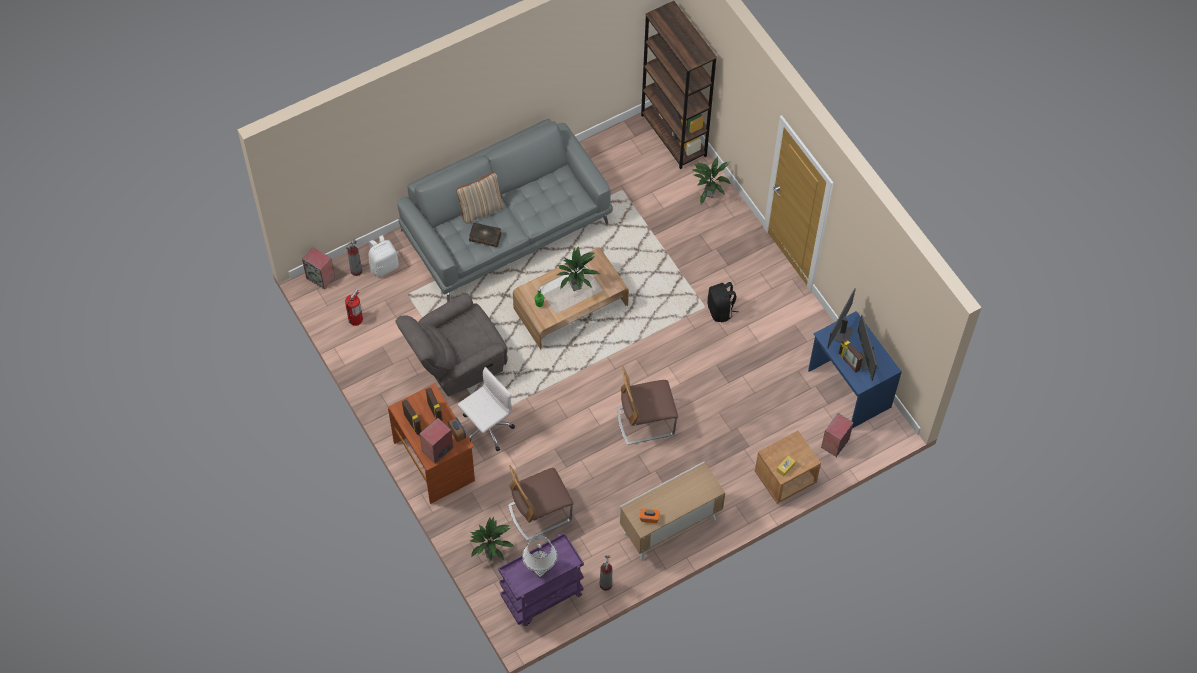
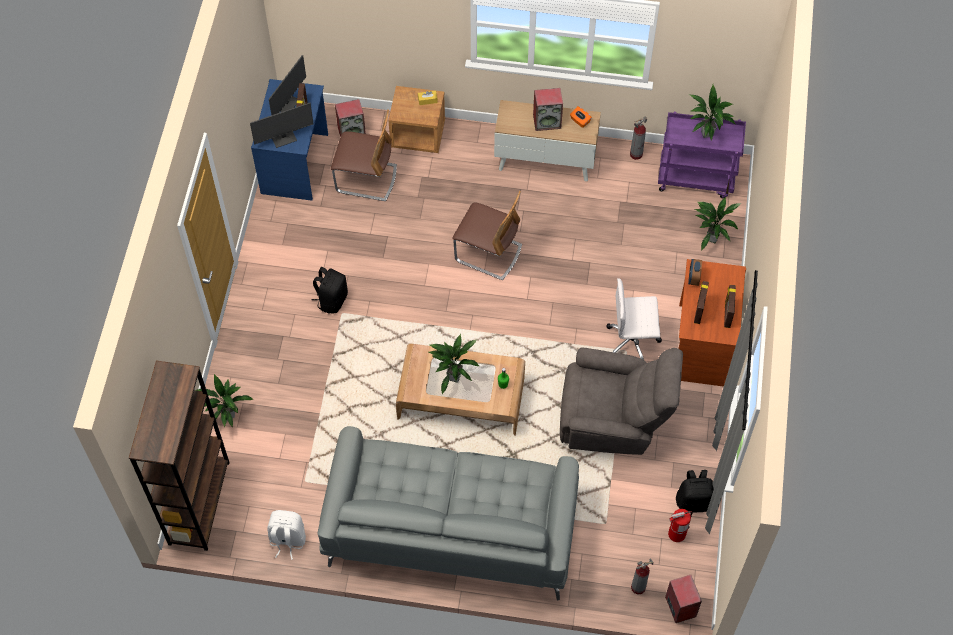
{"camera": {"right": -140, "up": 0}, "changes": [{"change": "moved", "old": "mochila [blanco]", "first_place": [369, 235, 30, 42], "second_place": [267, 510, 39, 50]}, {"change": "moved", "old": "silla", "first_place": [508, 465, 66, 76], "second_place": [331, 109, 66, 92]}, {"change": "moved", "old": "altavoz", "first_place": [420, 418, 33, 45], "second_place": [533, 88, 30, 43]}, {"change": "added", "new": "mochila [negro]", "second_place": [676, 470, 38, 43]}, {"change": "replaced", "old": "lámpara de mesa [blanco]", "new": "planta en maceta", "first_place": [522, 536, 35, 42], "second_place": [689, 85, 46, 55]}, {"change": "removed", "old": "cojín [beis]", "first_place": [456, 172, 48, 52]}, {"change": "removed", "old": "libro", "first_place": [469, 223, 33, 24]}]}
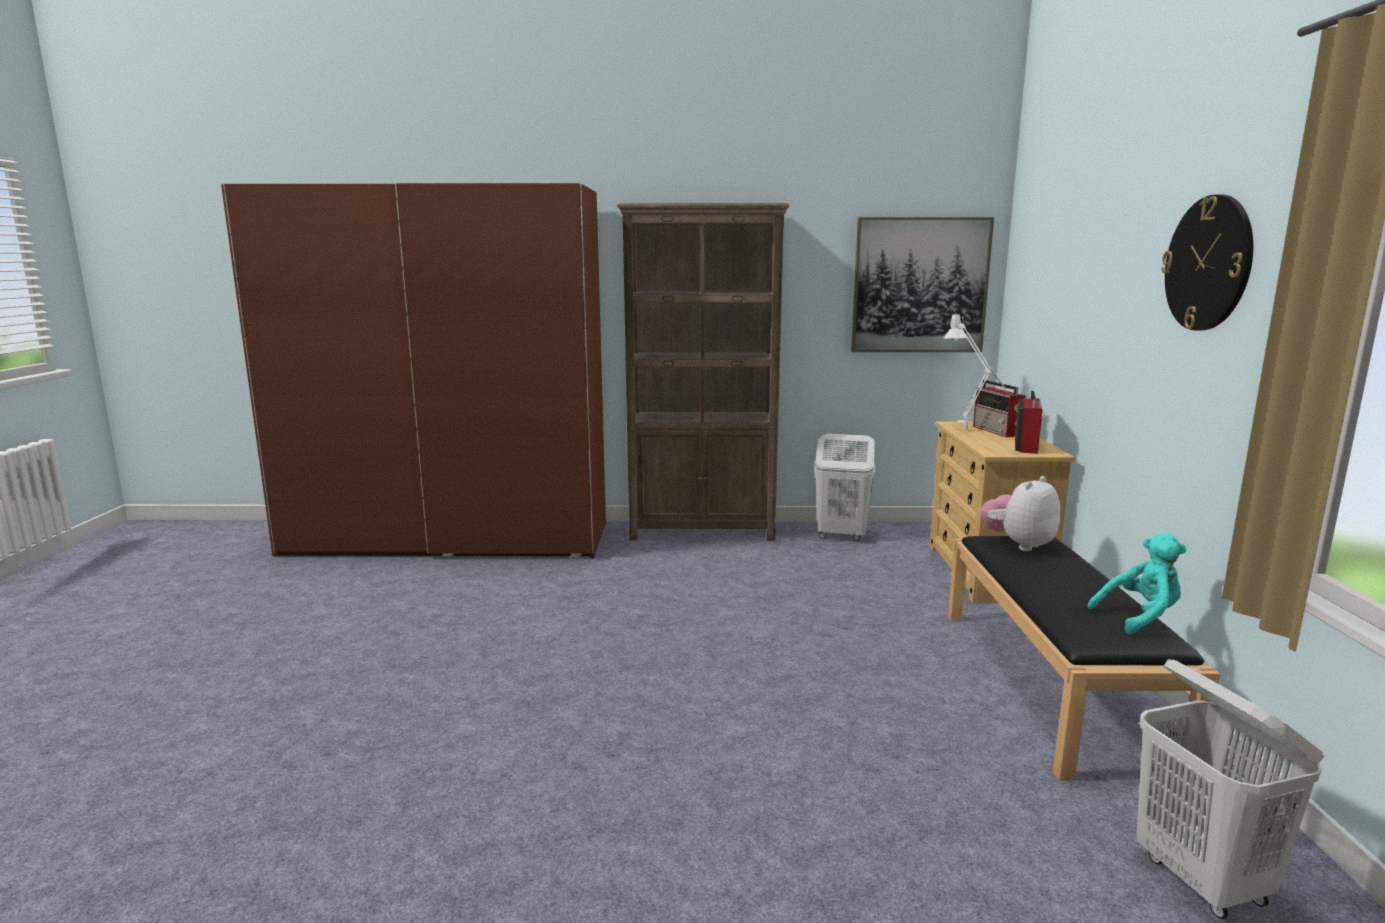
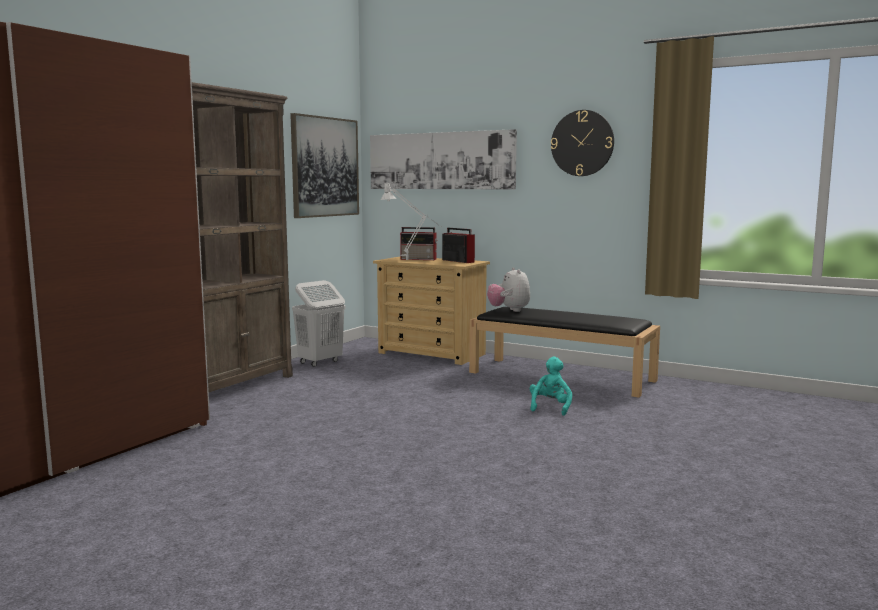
{"camera": {"right": -60, "up": -5}, "changes": [{"change": "added", "new": "cuadro", "second_place": [370, 129, 147, 61]}, {"change": "moved", "old": "peluche [turquesa]", "first_place": [1088, 533, 98, 102], "second_place": [530, 357, 42, 59]}, {"change": "removed", "old": "cesto de la ropa [blanco]", "first_place": [1137, 659, 187, 260]}]}
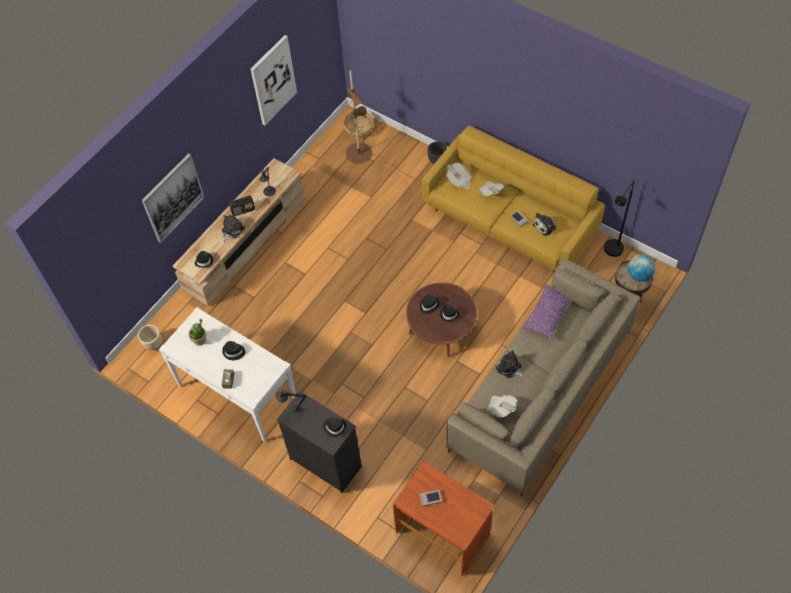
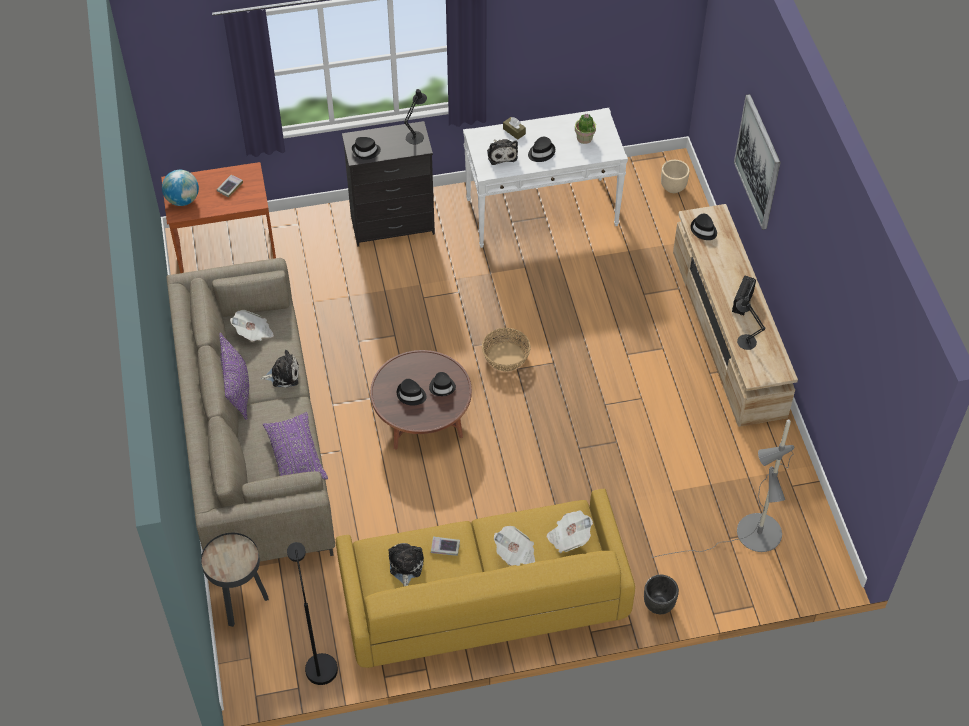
{"camera": {"right": 130, "up": -5}, "changes": [{"change": "moved", "old": "globo terráqueo", "first_place": [628, 254, 27, 28], "second_place": [162, 170, 37, 36]}, {"change": "added", "new": "cojín [morado]", "second_place": [219, 333, 30, 87]}, {"change": "moved", "old": "cesta", "first_place": [343, 113, 31, 25], "second_place": [482, 328, 49, 44]}, {"change": "moved", "old": "peluche", "first_place": [222, 215, 23, 27], "second_place": [487, 139, 31, 26]}, {"change": "recoloured", "old": "lámpara de pie [marrón]", "new": "lámpara de pie [gris]", "first_place": [346, 70, 69, 109], "second_place": [652, 420, 142, 138]}, {"change": "removed", "old": "cuadro", "first_place": [251, 35, 46, 90]}]}
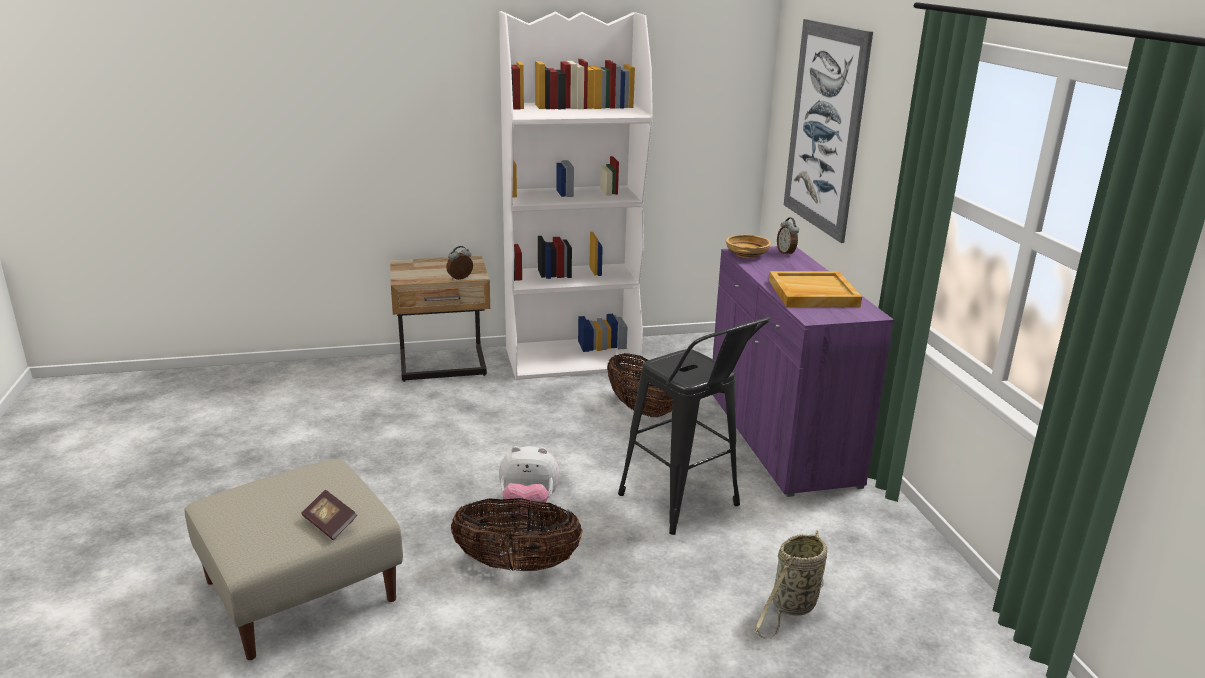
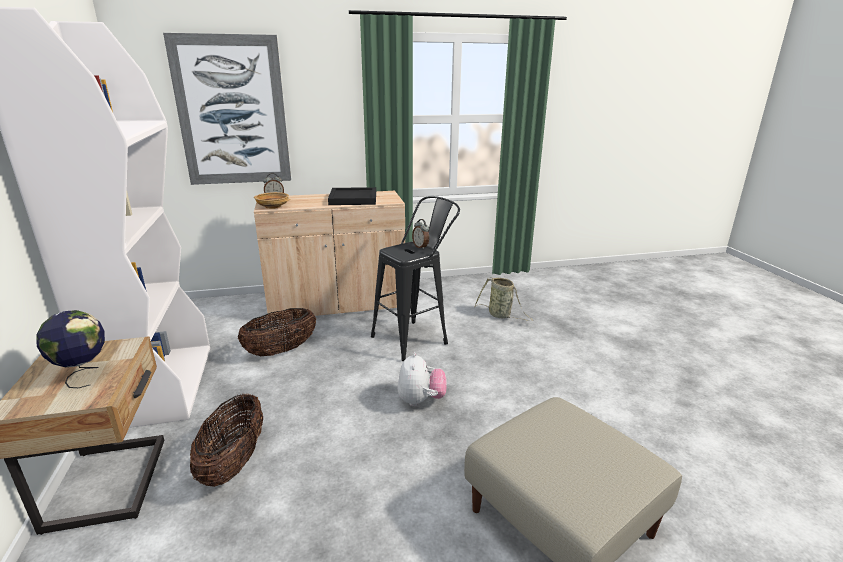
{"camera": {"right": -90, "up": 0}, "changes": [{"change": "added", "new": "globo terráqueo", "second_place": [37, 310, 68, 78]}, {"change": "moved", "old": "cesta", "first_place": [451, 498, 132, 73], "second_place": [190, 393, 73, 94]}, {"change": "recoloured", "old": "armario [morado]", "new": "armario [beis]", "first_place": [713, 246, 181, 251], "second_place": [254, 191, 151, 128]}, {"change": "recoloured", "old": "bandeja [beis]", "new": "bandeja [negro]", "first_place": [769, 271, 93, 36], "second_place": [328, 187, 48, 18]}, {"change": "moved", "old": "despertador", "first_place": [446, 246, 27, 34], "second_place": [412, 219, 17, 30]}, {"change": "removed", "old": "libro", "first_place": [302, 490, 55, 50]}]}
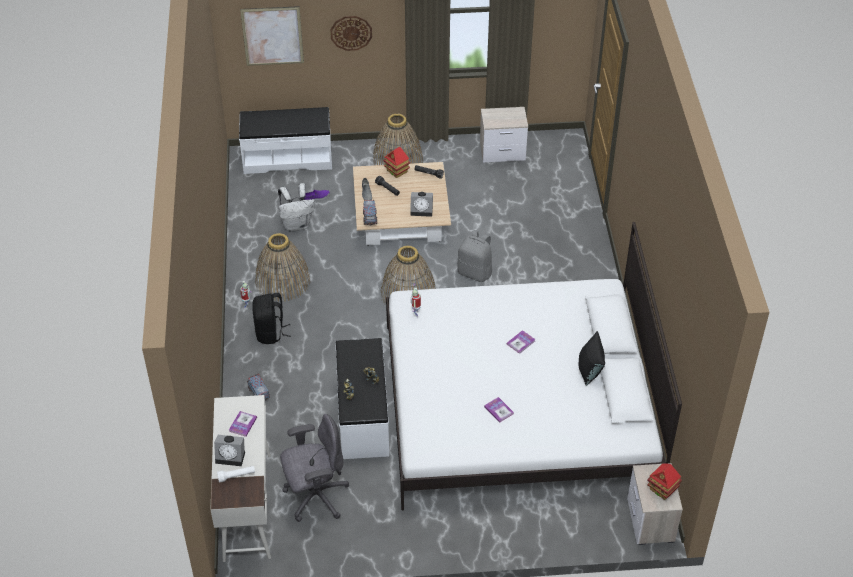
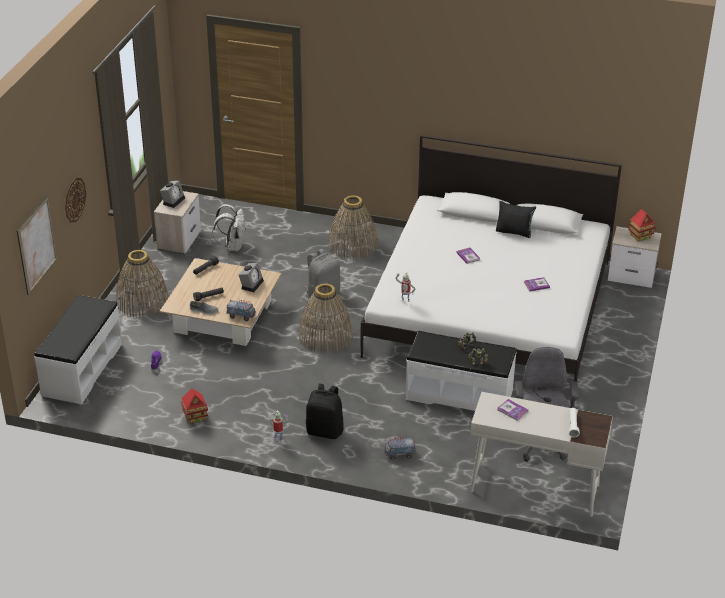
{"camera": {"right": -70, "up": -10}, "changes": [{"change": "moved", "old": "despertador", "first_place": [214, 435, 31, 31], "second_place": [160, 181, 25, 27]}, {"change": "moved", "old": "casita", "first_place": [383, 147, 28, 31], "second_place": [181, 388, 27, 36]}, {"change": "moved", "old": "mochila [blanco]", "first_place": [278, 183, 37, 48], "second_place": [212, 204, 33, 48]}, {"change": "moved", "old": "cesta", "first_place": [256, 233, 54, 69], "second_place": [328, 195, 50, 65]}]}
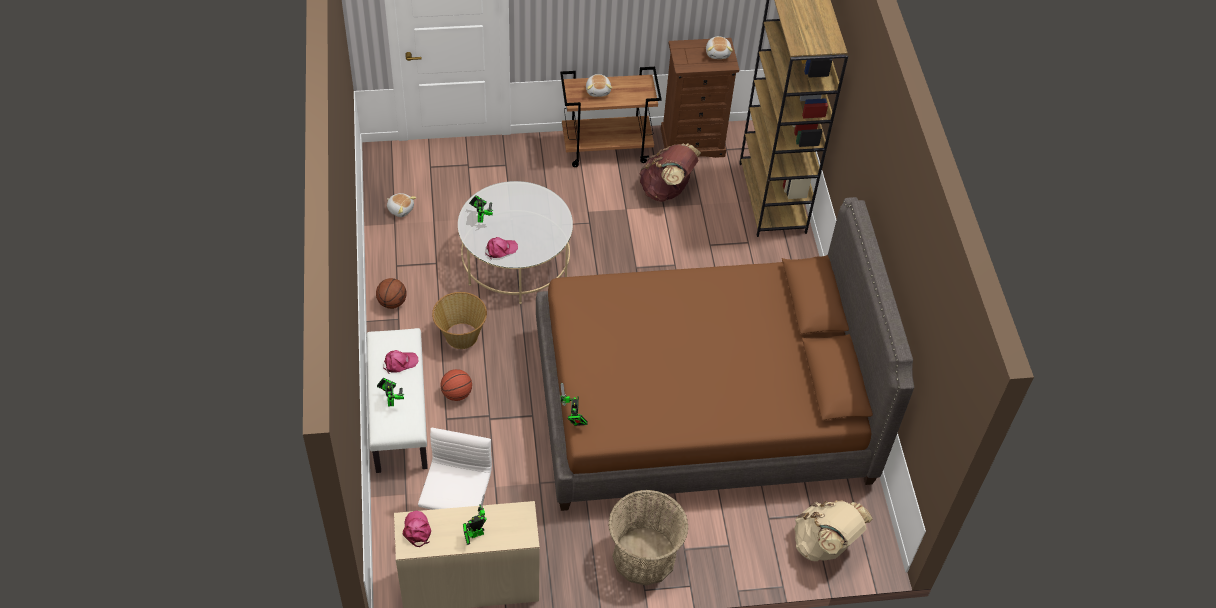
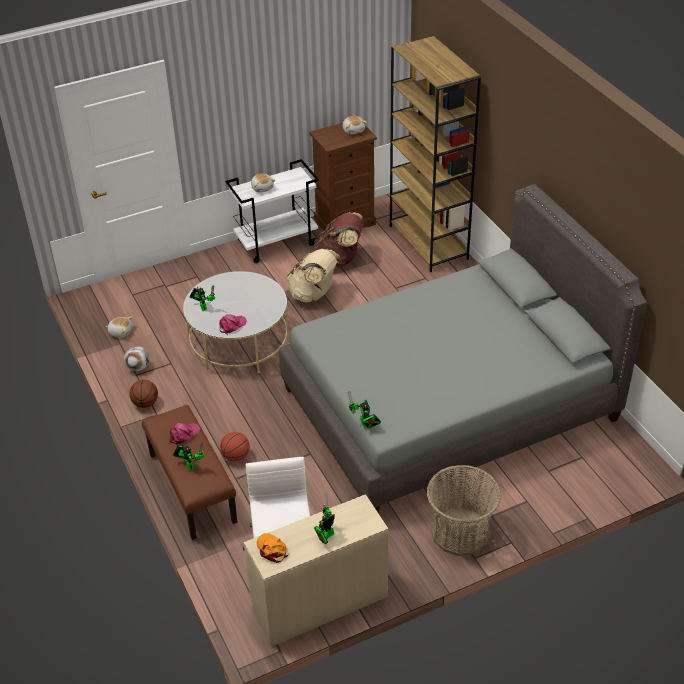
{"camera": {"right": -15, "up": -10}, "changes": [{"change": "added", "new": "balón de fútbol", "second_place": [124, 346, 25, 25]}, {"change": "recoloured", "old": "banco [blanco]", "new": "banco [marrón]", "first_place": [367, 328, 61, 145], "second_place": [142, 405, 95, 135]}, {"change": "recoloured", "old": "carrito [marrón]", "new": "carrito [blanco]", "first_place": [560, 67, 102, 100], "second_place": [225, 159, 94, 104]}, {"change": "recoloured", "old": "gorra [rosa]", "new": "gorra [naranja]", "first_place": [403, 511, 28, 36], "second_place": [256, 533, 32, 30]}, {"change": "recoloured", "old": "cama [marrón]", "new": "cama [gris]", "first_place": [536, 197, 378, 314], "second_place": [279, 184, 368, 329]}, {"change": "moved", "old": "mochila [beis]", "first_place": [794, 501, 79, 60], "second_place": [286, 249, 54, 54]}, {"change": "removed", "old": "cesta", "first_place": [432, 292, 55, 57]}]}
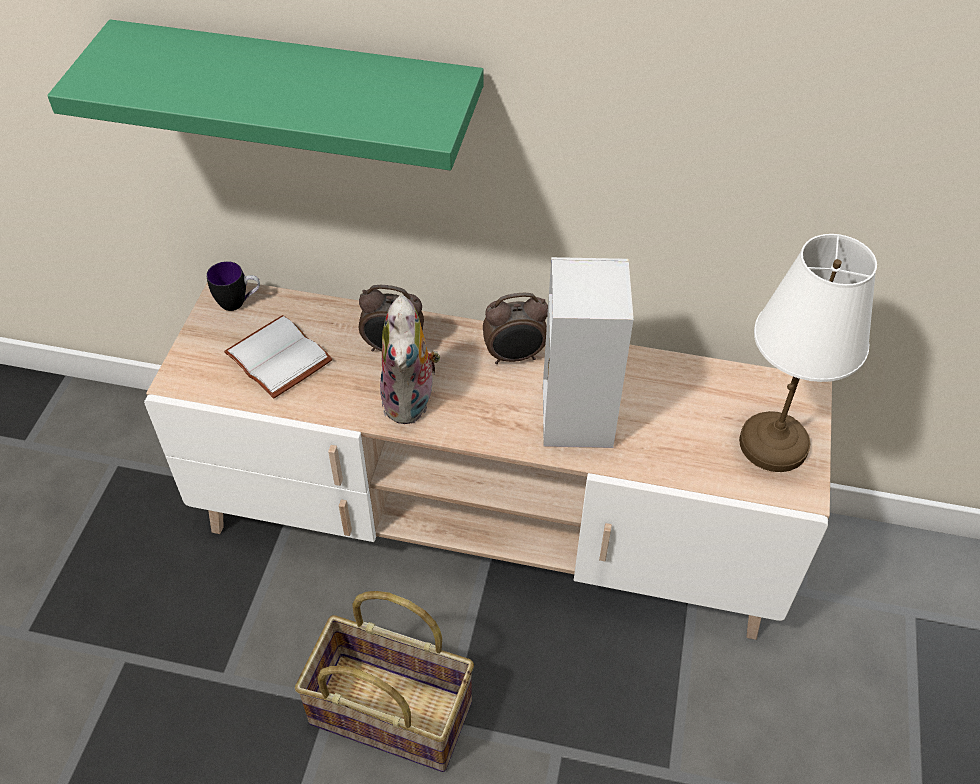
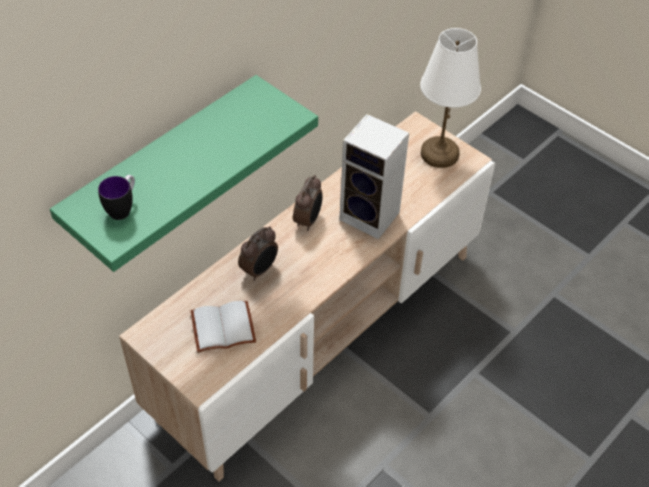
{"camera": {"right": -60, "up": 0}, "changes": [{"change": "moved", "old": "taza grande", "first_place": [207, 261, 53, 50], "second_place": [98, 175, 37, 45]}, {"change": "removed", "old": "cesta", "first_place": [295, 591, 179, 181]}, {"change": "removed", "old": "peluche", "first_place": [380, 295, 60, 129]}]}
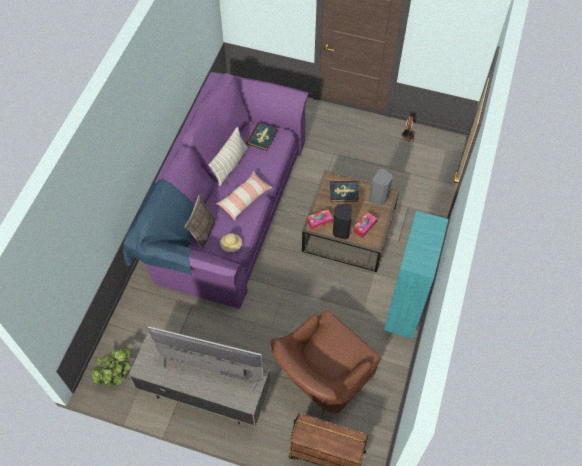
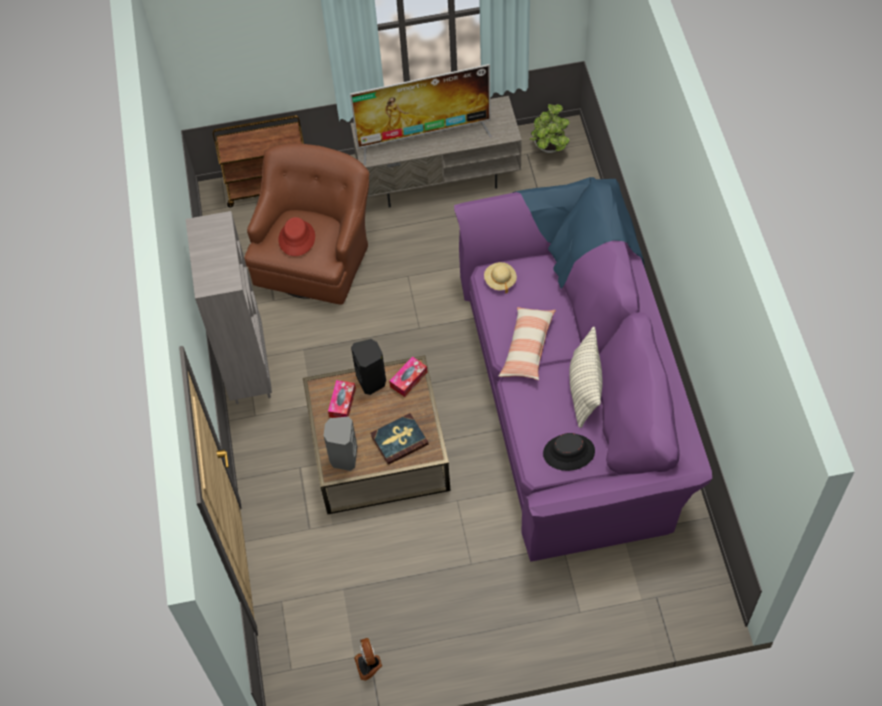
{"camera": {"right": 155, "up": 0}, "changes": [{"change": "recoloured", "old": "estantería [turquesa]", "new": "estantería [gris]", "first_place": [384, 211, 64, 128], "second_place": [186, 211, 86, 193]}, {"change": "added", "new": "sombrero [rojo]", "second_place": [278, 217, 37, 39]}, {"change": "replaced", "old": "libro", "new": "sombrero [negro]", "first_place": [246, 123, 32, 28], "second_place": [543, 433, 52, 38]}, {"change": "removed", "old": "cojín", "first_place": [185, 194, 31, 56]}]}
